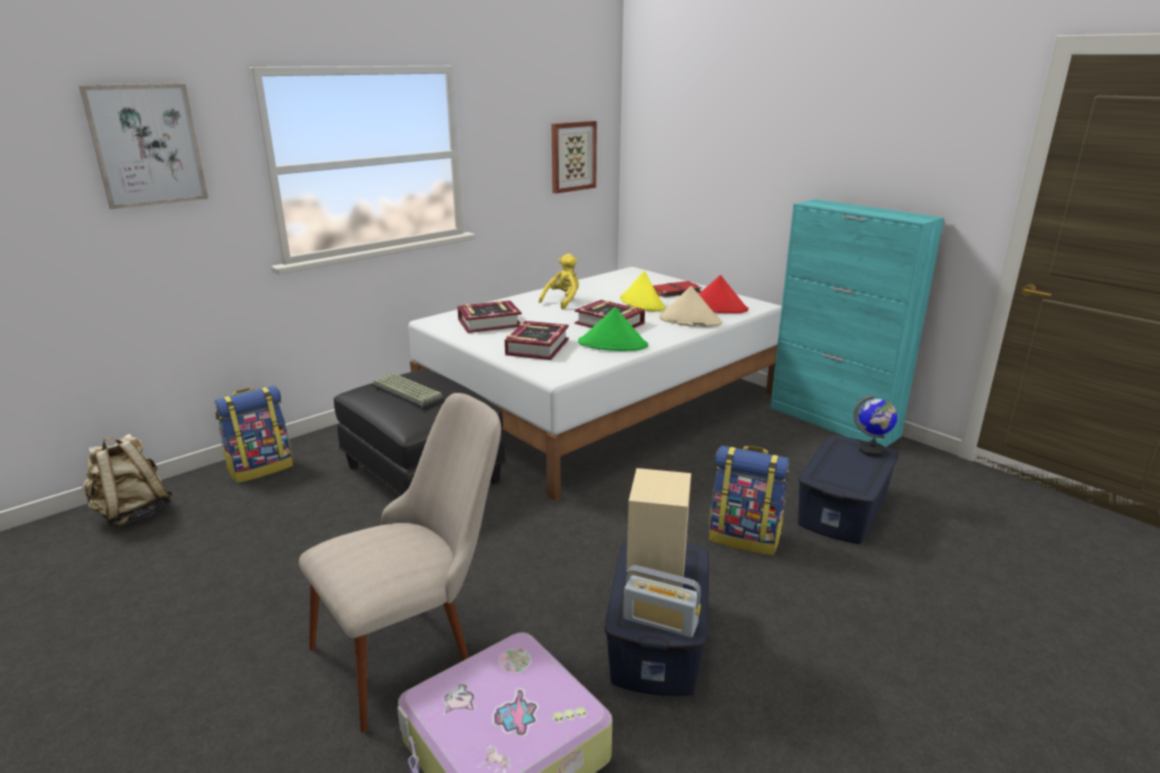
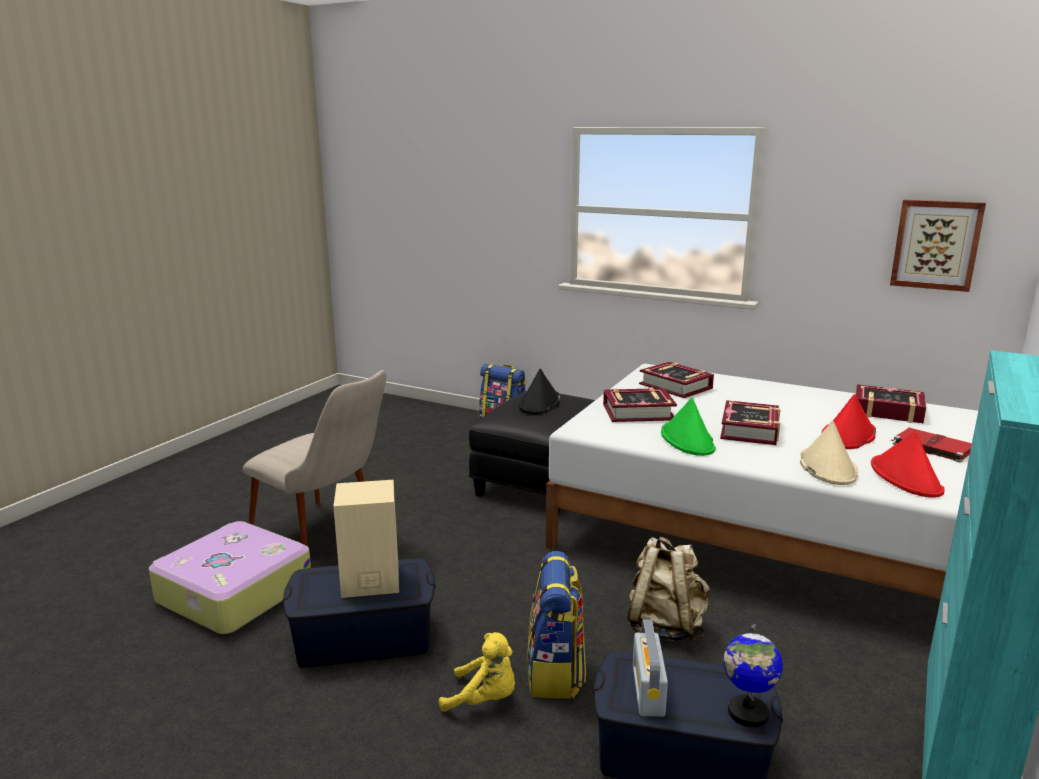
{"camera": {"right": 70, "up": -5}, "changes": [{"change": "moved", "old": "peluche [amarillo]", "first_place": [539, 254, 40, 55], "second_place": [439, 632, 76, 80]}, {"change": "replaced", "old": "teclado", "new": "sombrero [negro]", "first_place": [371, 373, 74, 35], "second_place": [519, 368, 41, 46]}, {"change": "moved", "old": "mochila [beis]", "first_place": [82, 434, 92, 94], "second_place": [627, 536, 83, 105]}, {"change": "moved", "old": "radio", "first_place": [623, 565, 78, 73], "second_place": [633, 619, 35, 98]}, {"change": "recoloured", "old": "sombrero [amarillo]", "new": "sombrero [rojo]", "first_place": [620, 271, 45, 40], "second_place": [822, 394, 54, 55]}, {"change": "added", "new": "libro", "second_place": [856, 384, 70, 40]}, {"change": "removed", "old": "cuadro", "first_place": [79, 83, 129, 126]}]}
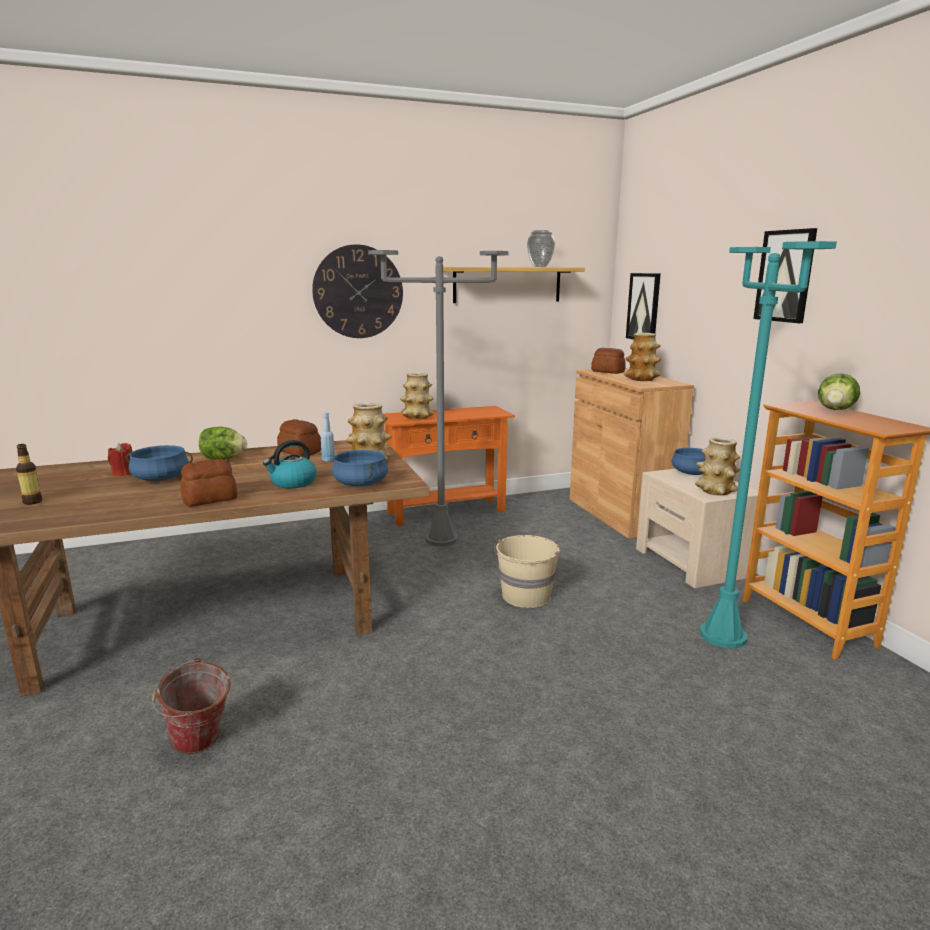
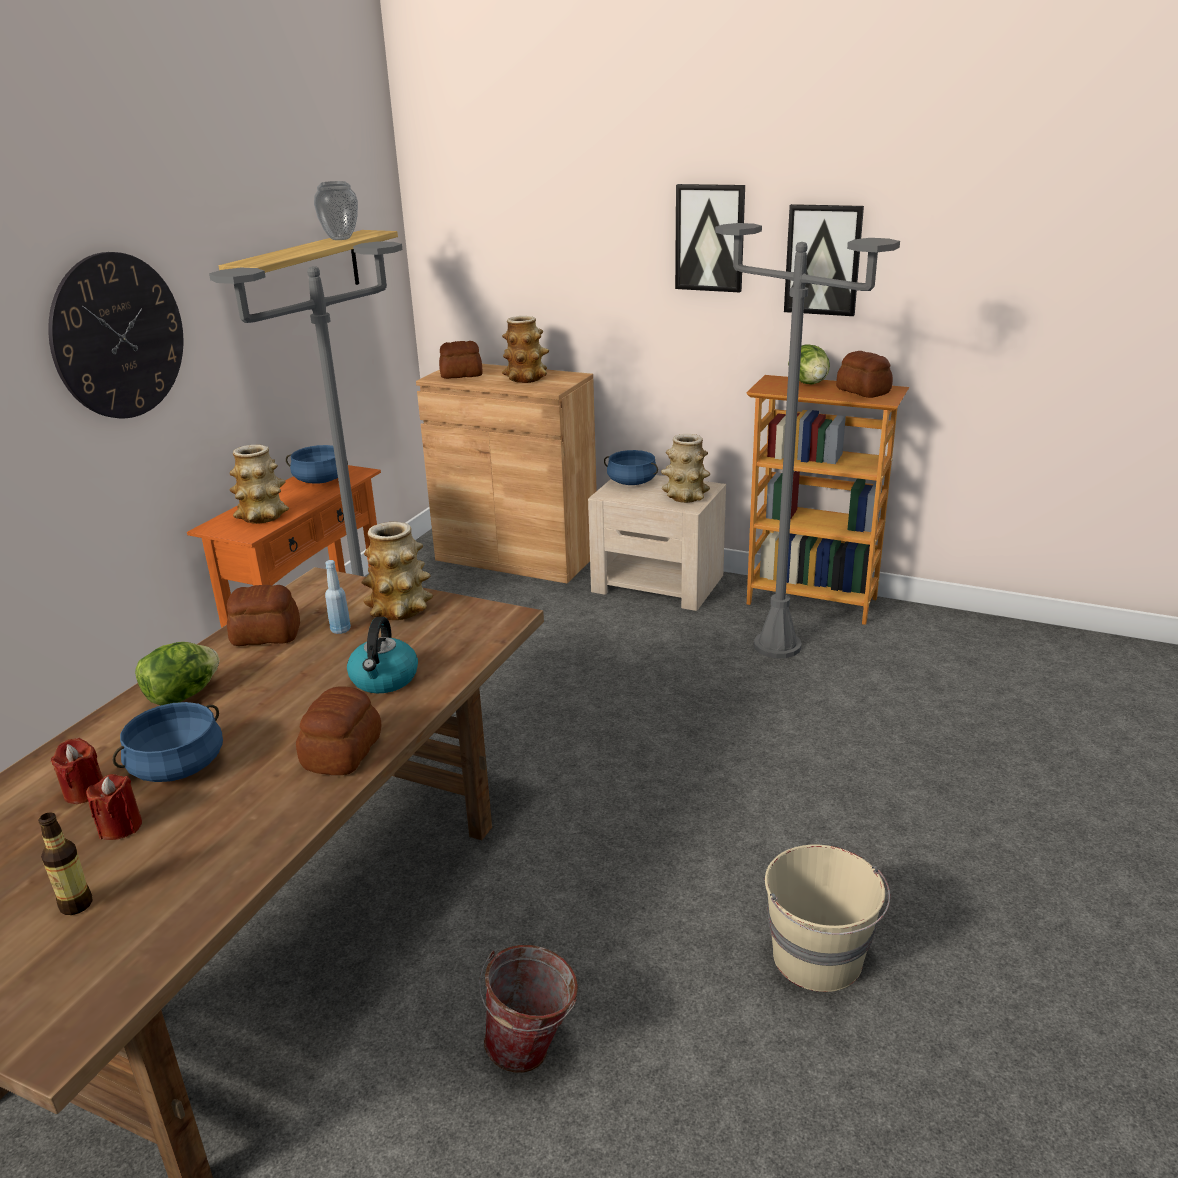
{"camera": {"right": -45, "up": 10}, "changes": [{"change": "added", "new": "vela [rojo]", "second_place": [86, 774, 56, 66]}, {"change": "moved", "old": "olla [azul]", "first_place": [332, 450, 56, 37], "second_place": [286, 445, 62, 39]}, {"change": "recoloured", "old": "lámpara de pie [turquesa]", "new": "lámpara de pie [gris]", "first_place": [700, 241, 137, 408], "second_place": [715, 223, 185, 435]}, {"change": "moved", "old": "cubo [beis]", "first_place": [494, 535, 66, 73], "second_place": [765, 845, 125, 147]}, {"change": "moved", "old": "cuadro", "first_place": [626, 273, 35, 67], "second_place": [784, 204, 80, 112]}, {"change": "added", "new": "pan", "second_place": [836, 351, 57, 47]}]}
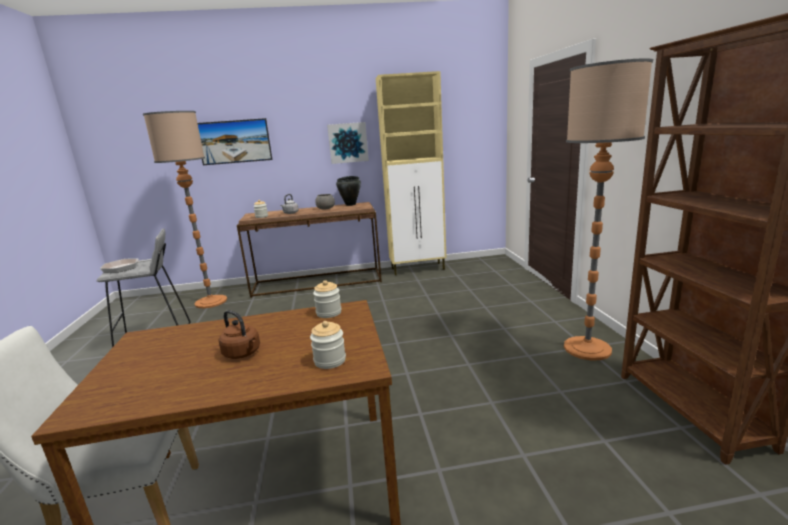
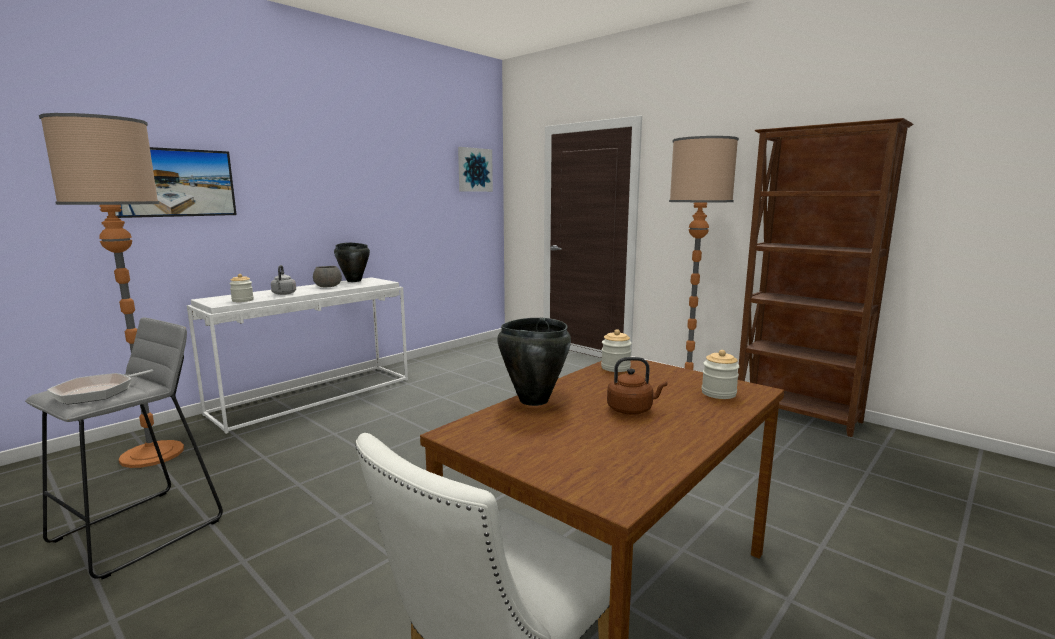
{"camera": {"right": -40, "up": -5}, "changes": [{"change": "recoloured", "old": "mesa consola [marrón]", "new": "mesa consola [blanco]", "first_place": [237, 202, 145, 96], "second_place": [187, 277, 221, 157]}, {"change": "moved", "old": "cuadro", "first_place": [327, 122, 42, 42], "second_place": [458, 147, 35, 45]}, {"change": "added", "new": "olla [negro]", "second_place": [498, 318, 73, 88]}, {"change": "removed", "old": "armario [beis]", "first_place": [376, 71, 70, 204]}]}
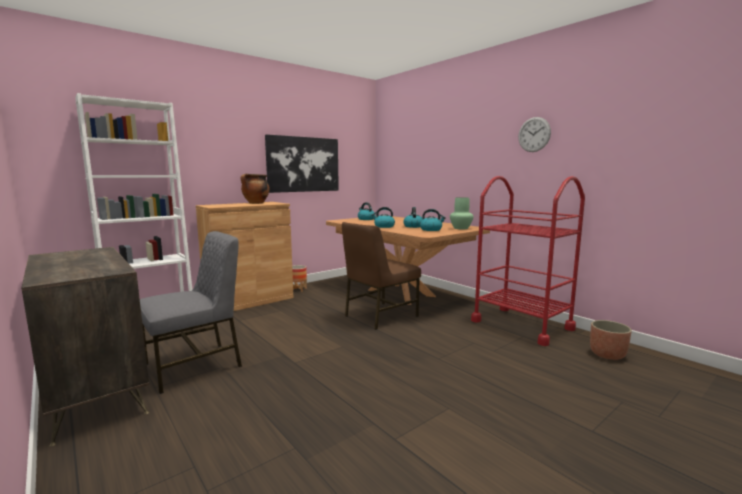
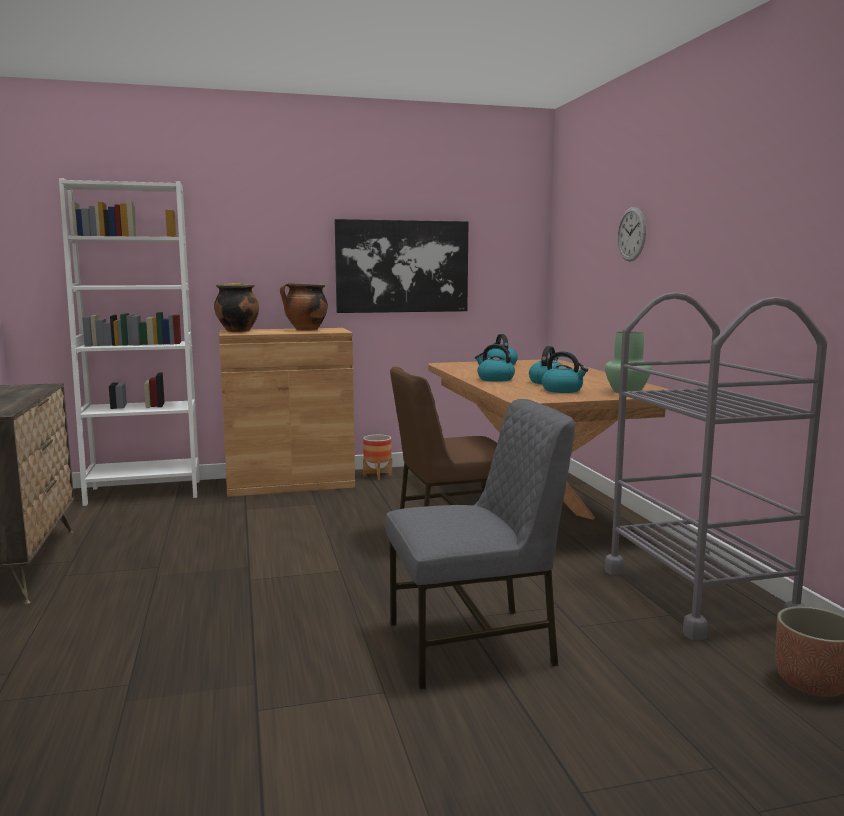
{"camera": {"right": 25, "up": 0}, "changes": [{"change": "added", "new": "olla", "second_place": [214, 283, 45, 49]}, {"change": "moved", "old": "silla [gris]", "first_place": [140, 231, 102, 163], "second_place": [385, 399, 190, 291]}, {"change": "recoloured", "old": "carrito [rojo]", "new": "carrito [gris]", "first_place": [471, 176, 114, 170], "second_place": [605, 292, 222, 348]}, {"change": "moved", "old": "reloj de pared", "first_place": [518, 117, 33, 35], "second_place": [617, 207, 29, 55]}]}
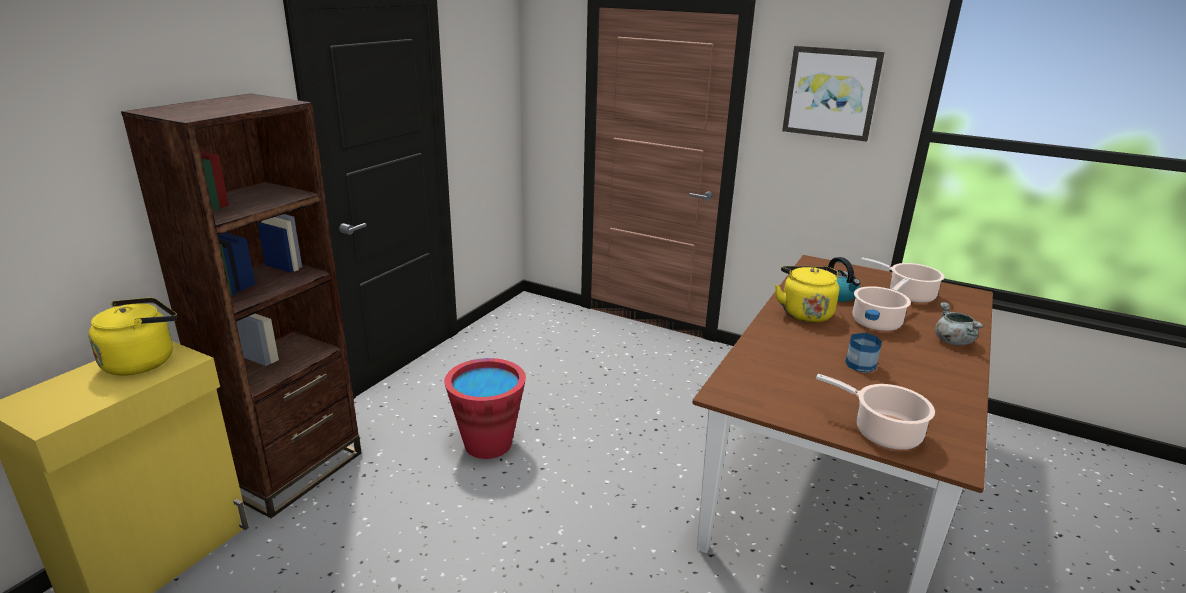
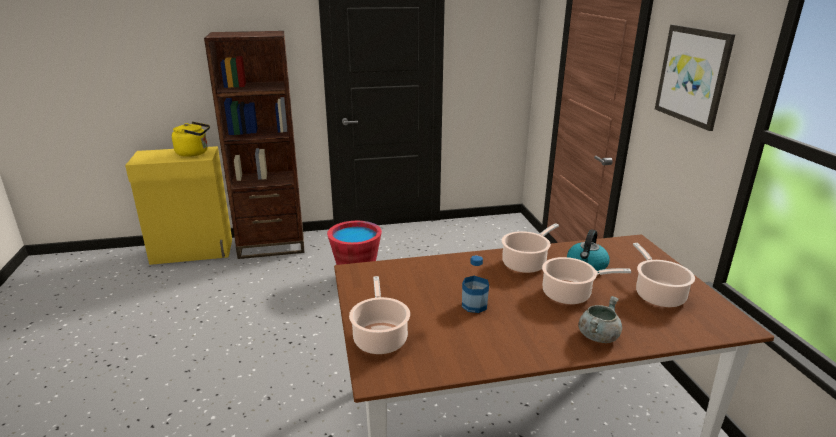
{"camera": {"right": 50, "up": 0}, "changes": [{"change": "replaced", "old": "hervidor [amarillo]", "new": "olla", "first_place": [775, 266, 64, 57], "second_place": [502, 223, 57, 50]}]}
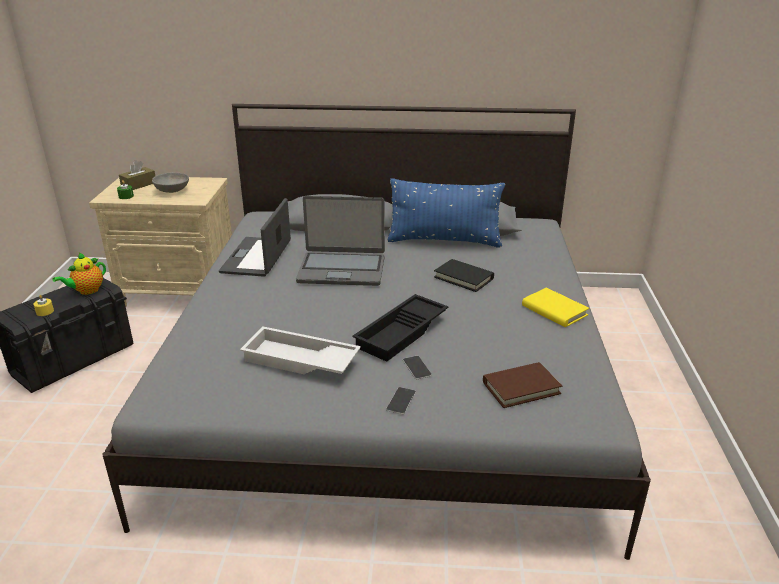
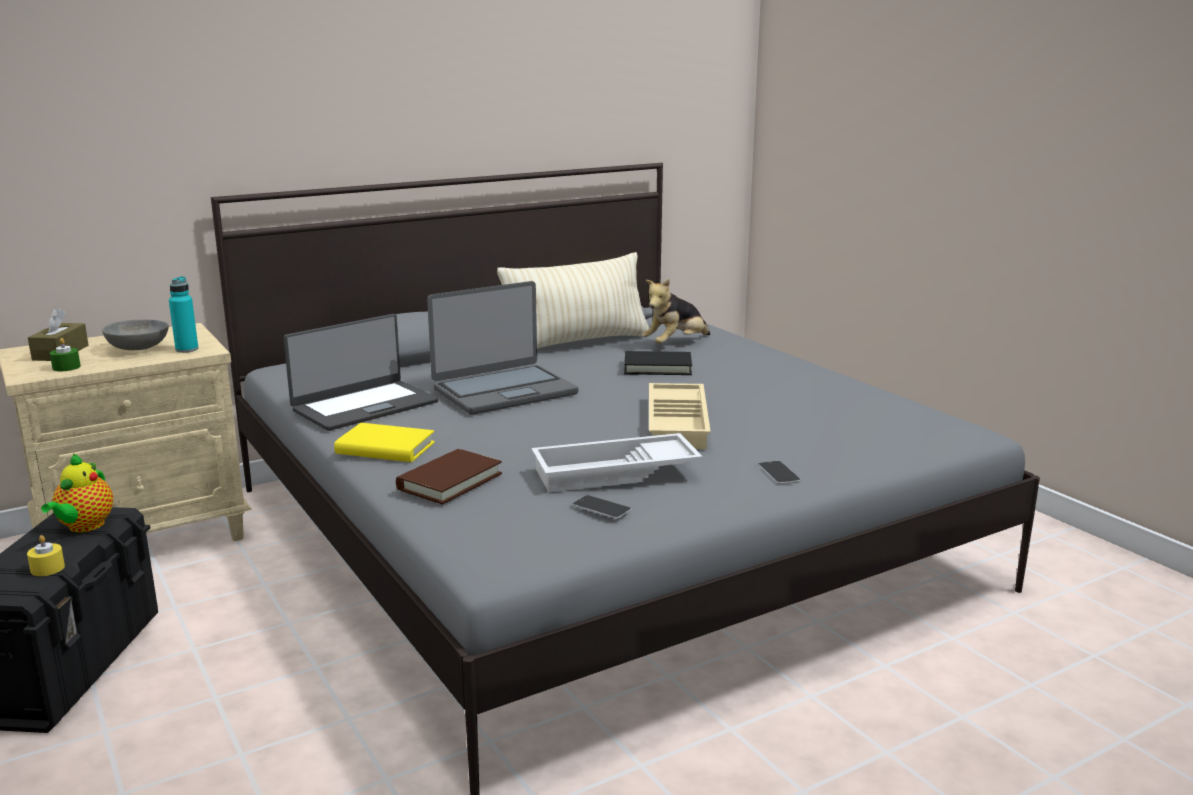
{"camera": {"right": -35, "up": -10}, "changes": [{"change": "added", "new": "botella [turquesa]", "second_place": [169, 276, 30, 77]}, {"change": "turned", "old": "portátil", "first_place": [219, 198, 72, 79], "second_place": [283, 314, 155, 117], "degrees": -105}, {"change": "moved", "old": "libro [amarillo]", "first_place": [522, 288, 67, 39], "second_place": [334, 423, 101, 39]}, {"change": "moved", "old": "libro [marrón]", "first_place": [483, 362, 79, 46], "second_place": [396, 449, 106, 55]}, {"change": "recoloured", "old": "cojín [azul]", "new": "cojín [beis]", "first_place": [387, 178, 118, 69], "second_place": [497, 252, 152, 97]}, {"change": "moved", "old": "móvil", "first_place": [403, 356, 29, 23], "second_place": [572, 495, 60, 24]}, {"change": "added", "new": "peluche", "second_place": [642, 279, 68, 65]}, {"change": "recoloured", "old": "bandeja [negro]", "new": "bandeja [beis]", "first_place": [352, 294, 97, 68], "second_place": [649, 383, 62, 66]}]}
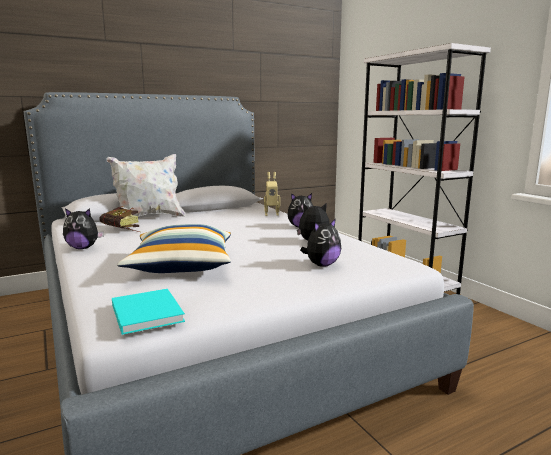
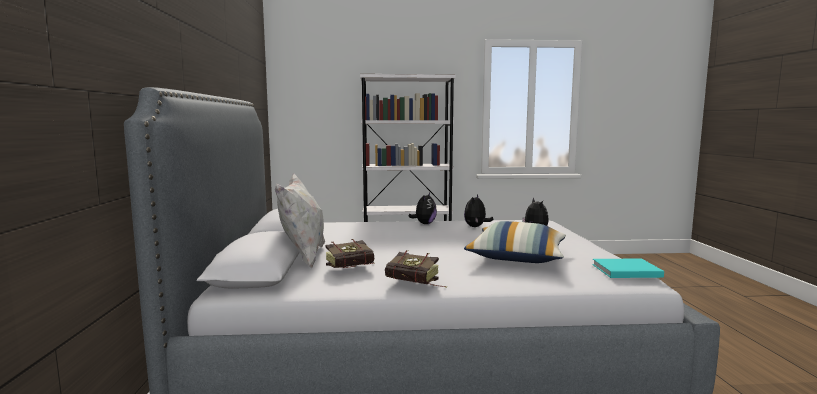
{"camera": {"right": -65, "up": -5}, "changes": [{"change": "replaced", "old": "peluche", "new": "libro", "first_place": [63, 208, 41, 41], "second_place": [385, 250, 62, 38]}, {"change": "removed", "old": "robot de juguete", "first_place": [264, 172, 16, 44]}]}
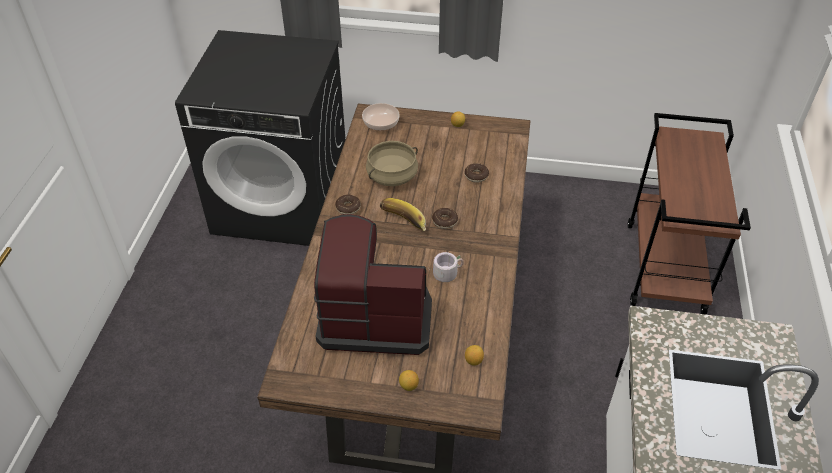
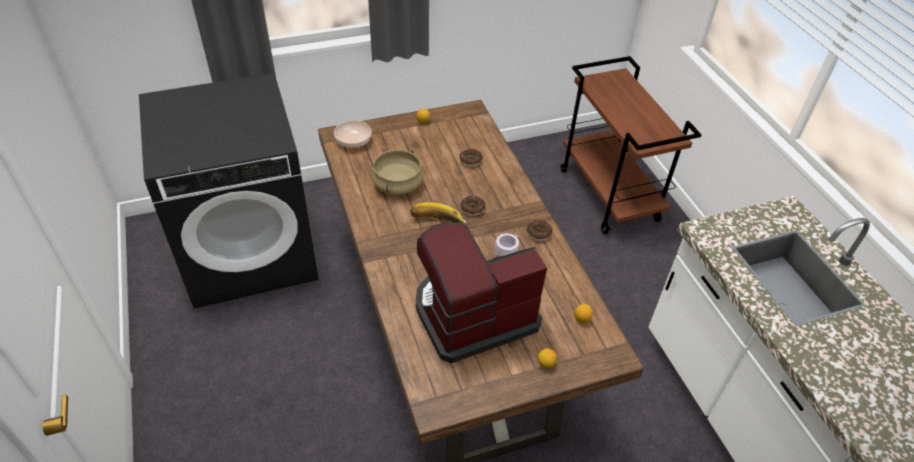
{"camera": {"right": -30, "up": 0}, "changes": [{"change": "moved", "old": "rosquilla", "first_place": [335, 195, 26, 20], "second_place": [527, 220, 25, 21]}]}
